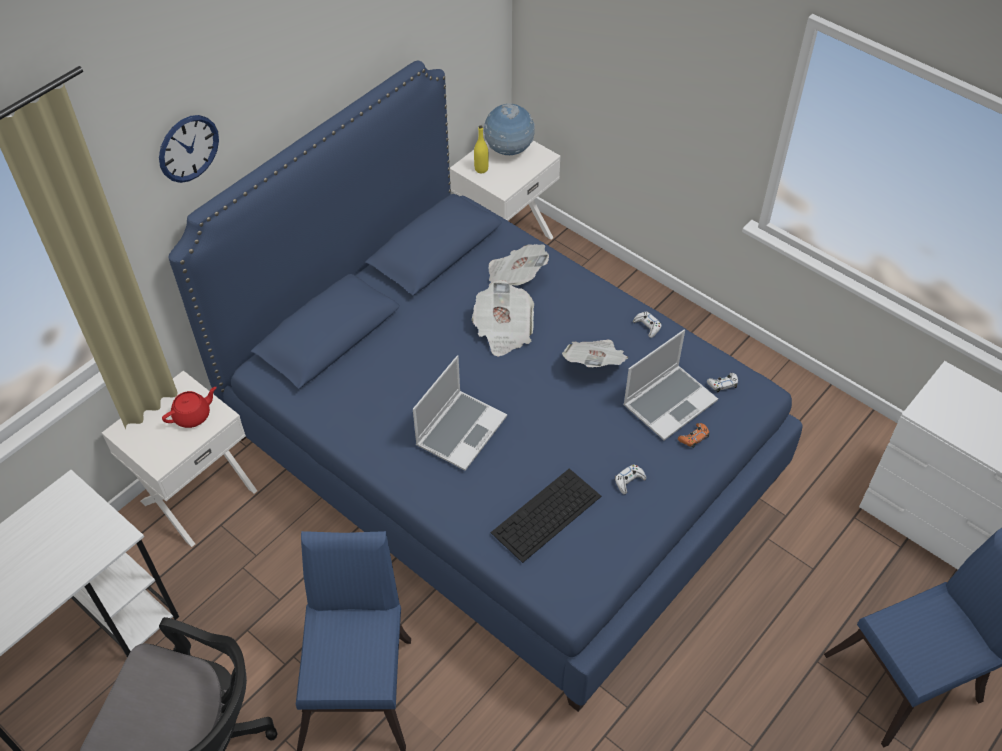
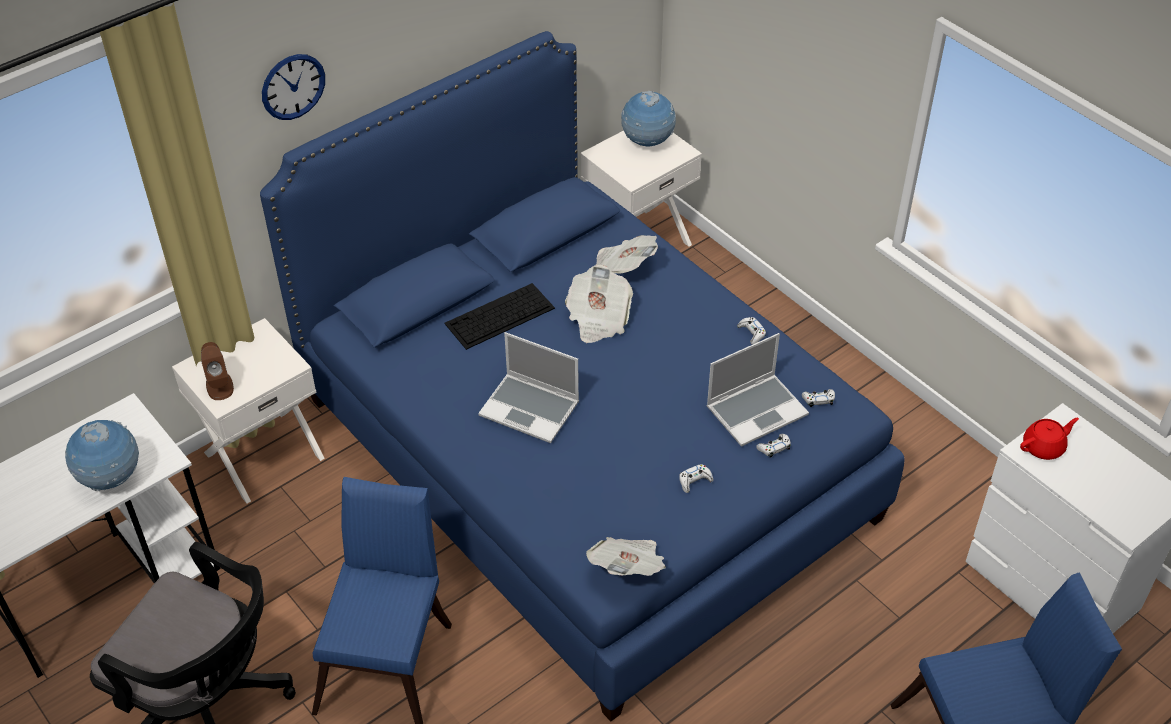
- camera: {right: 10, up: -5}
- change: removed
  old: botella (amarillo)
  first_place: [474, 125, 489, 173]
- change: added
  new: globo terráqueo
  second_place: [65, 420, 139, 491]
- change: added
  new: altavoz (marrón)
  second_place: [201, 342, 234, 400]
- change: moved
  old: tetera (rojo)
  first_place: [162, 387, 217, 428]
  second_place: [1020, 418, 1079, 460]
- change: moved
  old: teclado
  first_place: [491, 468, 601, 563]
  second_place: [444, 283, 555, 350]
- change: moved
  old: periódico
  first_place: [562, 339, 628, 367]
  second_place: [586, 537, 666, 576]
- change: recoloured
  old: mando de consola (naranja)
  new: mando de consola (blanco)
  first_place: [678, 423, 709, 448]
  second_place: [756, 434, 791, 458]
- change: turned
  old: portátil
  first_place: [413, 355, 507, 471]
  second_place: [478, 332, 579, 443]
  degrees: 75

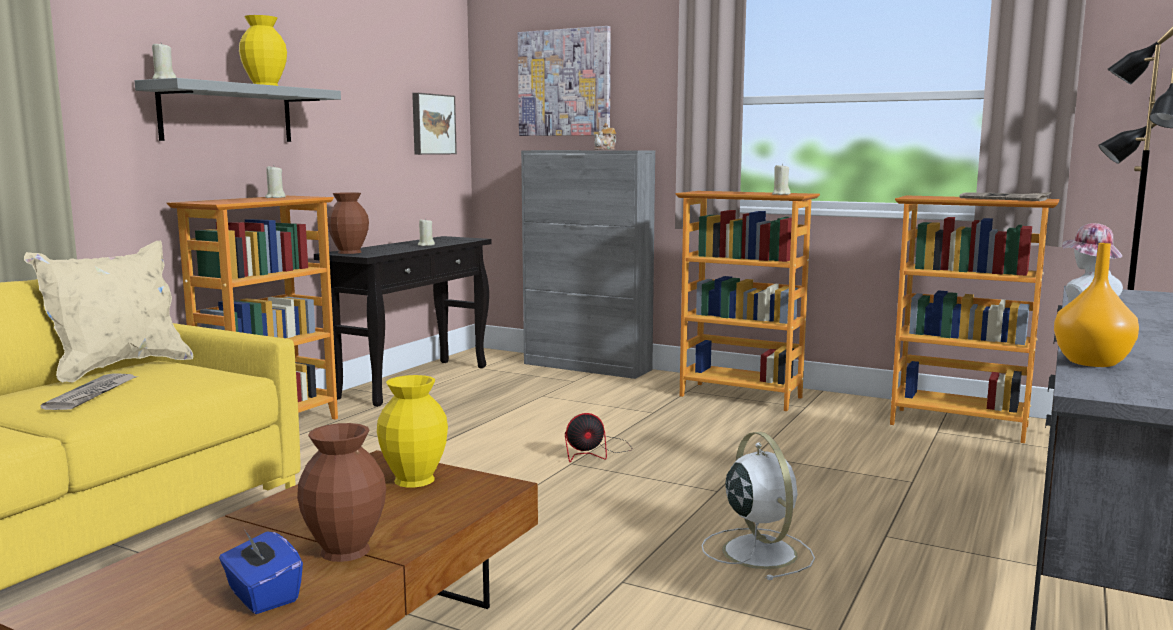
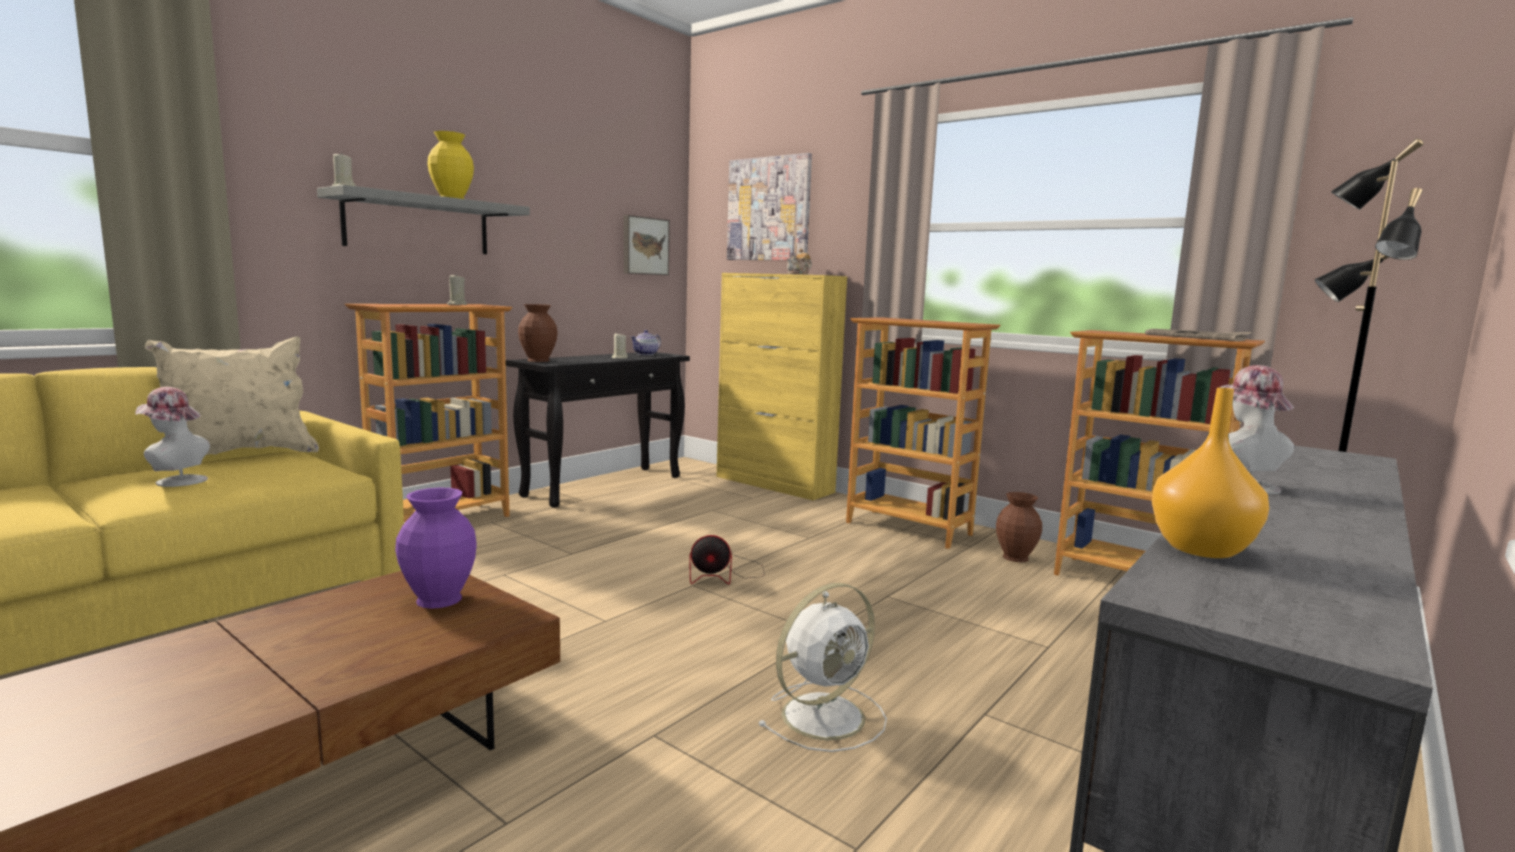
- camera: {right: 10, up: 0}
- change: removed
  old: caja de pañuelos (azul)
  first_place: [219, 531, 303, 614]
- change: removed
  old: vela (beis)
  first_place: [772, 164, 791, 195]
- change: added
  new: tetera
  second_place: [631, 330, 661, 355]
- change: moved
  old: florero (marrón)
  first_place: [297, 423, 386, 562]
  second_place: [996, 492, 1042, 562]
- change: replaced
  old: periódico
  new: sombrero
  first_place: [41, 373, 138, 410]
  second_place: [135, 387, 210, 487]
- change: recoloured
  old: florero (amarillo)
  new: florero (morado)
  first_place: [377, 375, 448, 487]
  second_place: [395, 488, 476, 609]
- change: recoloured
  old: armario (gris)
  new: armario (amarillo)
  first_place: [521, 150, 655, 379]
  second_place: [717, 273, 847, 500]
- change: turned
  old: ventilador (blanco)
  first_place: [702, 432, 815, 580]
  second_place: [758, 583, 887, 752]
  degrees: 60

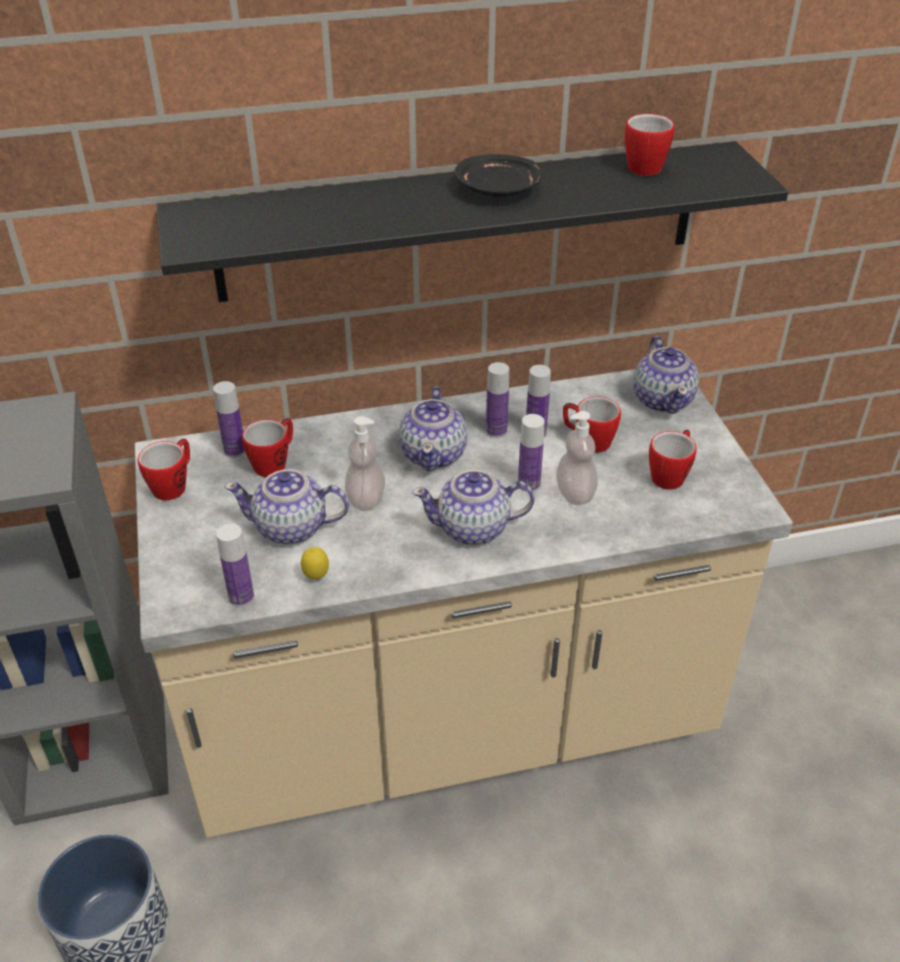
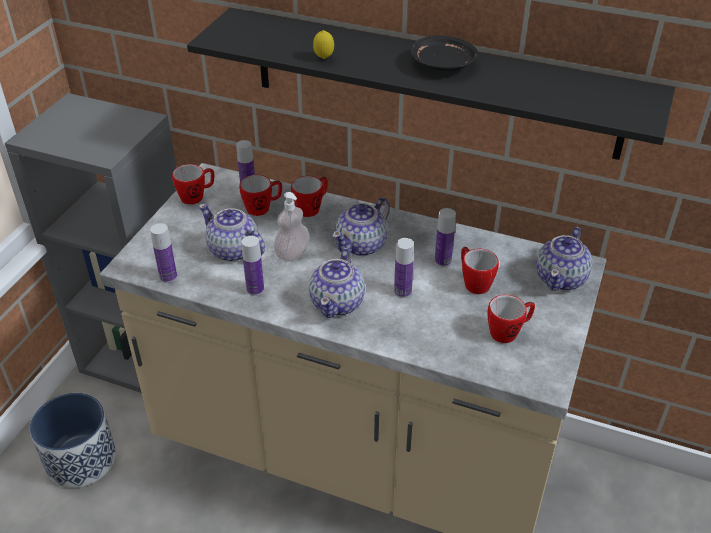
- camera: {right: 35, up: 0}
- change: removed
  old: dispensador de jabón
  first_place: [556, 411, 598, 505]
- change: moved
  old: limón
  first_place: [301, 547, 329, 579]
  second_place: [313, 30, 334, 59]
- change: moved
  old: botella
  first_place: [486, 362, 509, 438]
  second_place: [241, 236, 264, 296]
- change: moved
  old: taza grande
  first_place: [625, 112, 675, 176]
  second_place: [291, 176, 327, 217]
- change: turned
  old: tetera
  first_place: [412, 470, 535, 545]
  second_place: [309, 248, 365, 318]
  degrees: -105

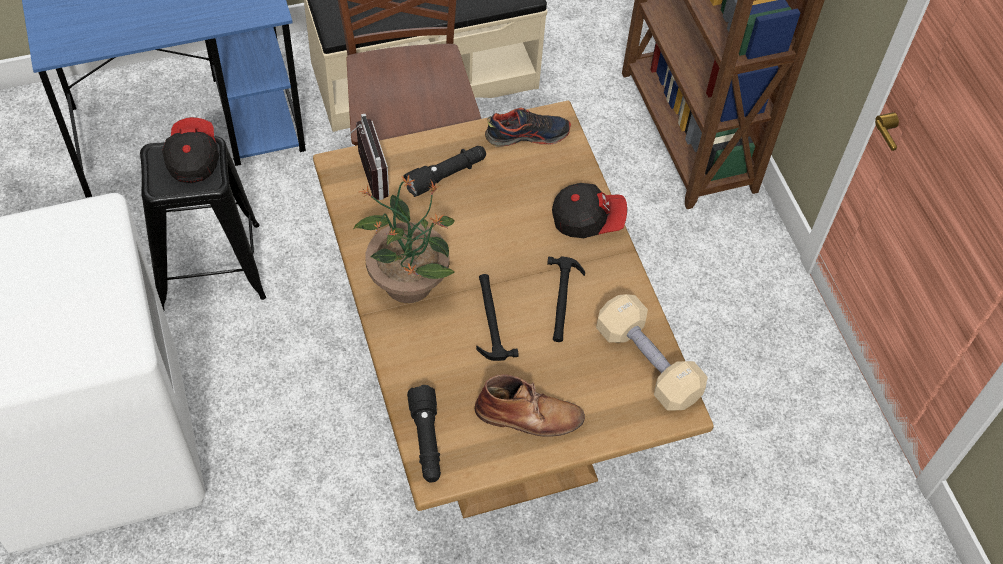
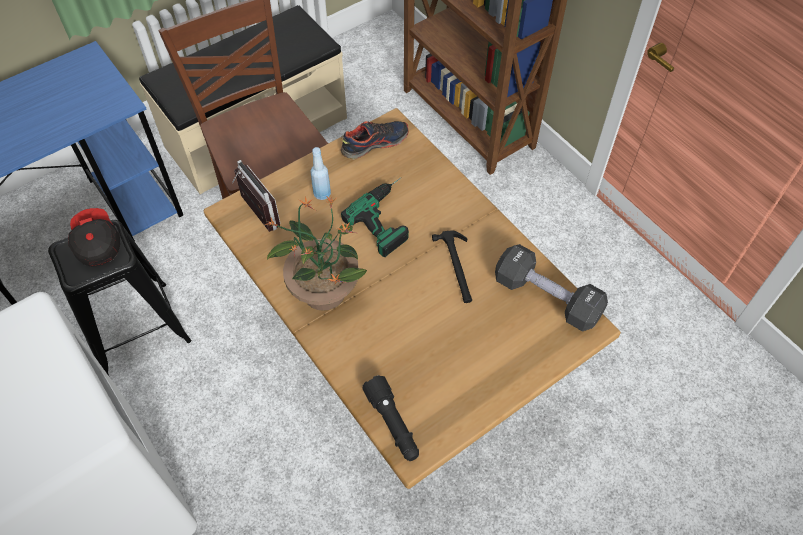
- camera: {right: -15, up: 0}
- change: removed
  old: bota (marrón)
  first_place: [475, 374, 585, 437]
- change: removed
  old: martillo
  first_place: [476, 274, 519, 361]
- change: removed
  old: gorra
  first_place: [552, 183, 627, 238]
- change: added
  new: taladro
  second_place: [341, 178, 409, 257]
- change: replaced
  old: linterna (negro)
  new: botella (azul)
  first_place: [404, 146, 486, 197]
  second_place: [310, 147, 331, 200]
- change: recoloured
  old: mancuerna (beis)
  new: mancuerna (negro)
  first_place: [596, 294, 708, 411]
  second_place: [495, 244, 608, 331]

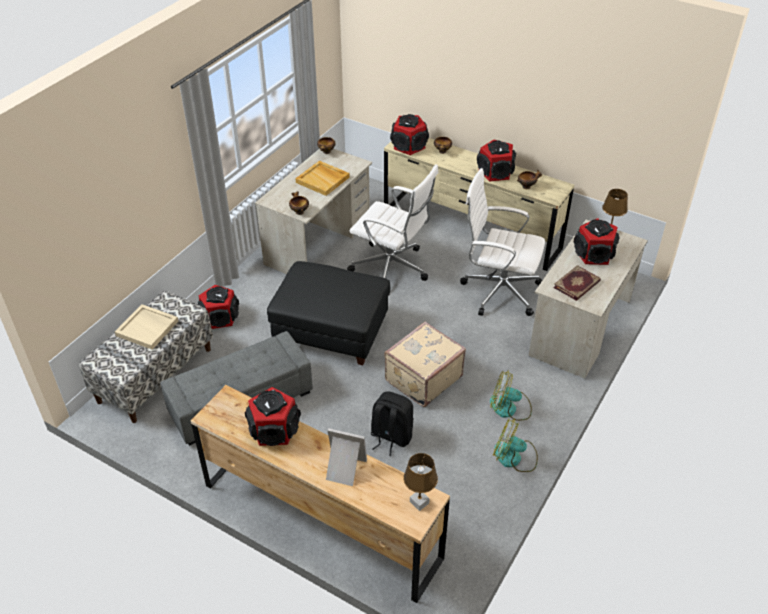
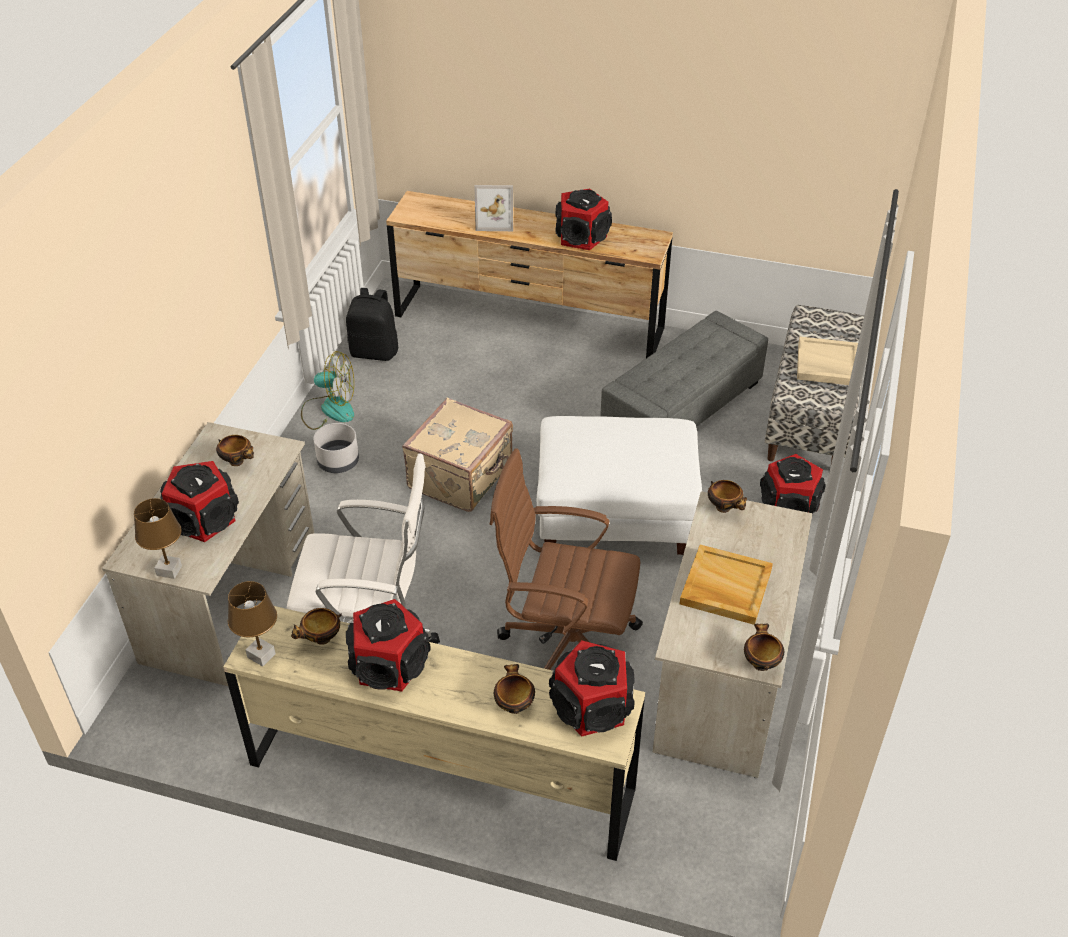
- camera: {right: 165, up: 0}
- change: moved
  old: mochila (negro)
  first_place: [371, 392, 414, 456]
  second_place: [346, 288, 399, 361]
- change: moved
  old: lámpara de mesa (marrón)
  first_place: [403, 453, 438, 511]
  second_place: [228, 581, 277, 667]
- change: replaced
  old: ventilador
  new: maceta (gris)
  first_place: [490, 370, 532, 421]
  second_place: [313, 423, 359, 473]
- change: replaced
  old: libro
  new: cuenco
  first_place: [553, 265, 601, 301]
  second_place: [216, 435, 254, 466]
- change: recoloured
  old: puf (negro)
  new: puf (blanco)
  first_place: [267, 261, 390, 365]
  second_place: [537, 416, 702, 555]
- change: recoloured
  old: silla de oficina (blanco)
  new: silla de oficina (marrón)
  first_place: [347, 164, 438, 281]
  second_place: [490, 448, 643, 670]

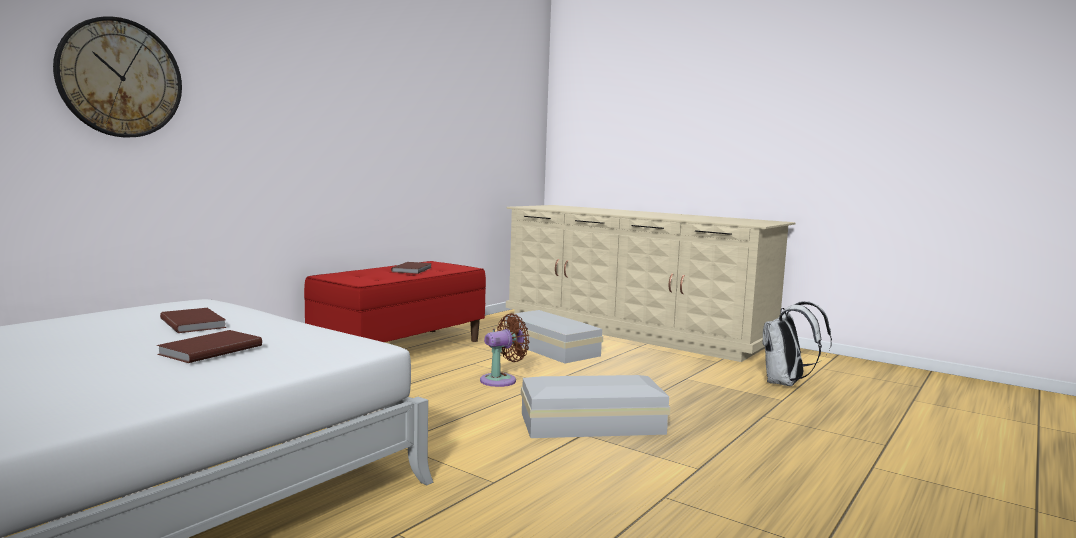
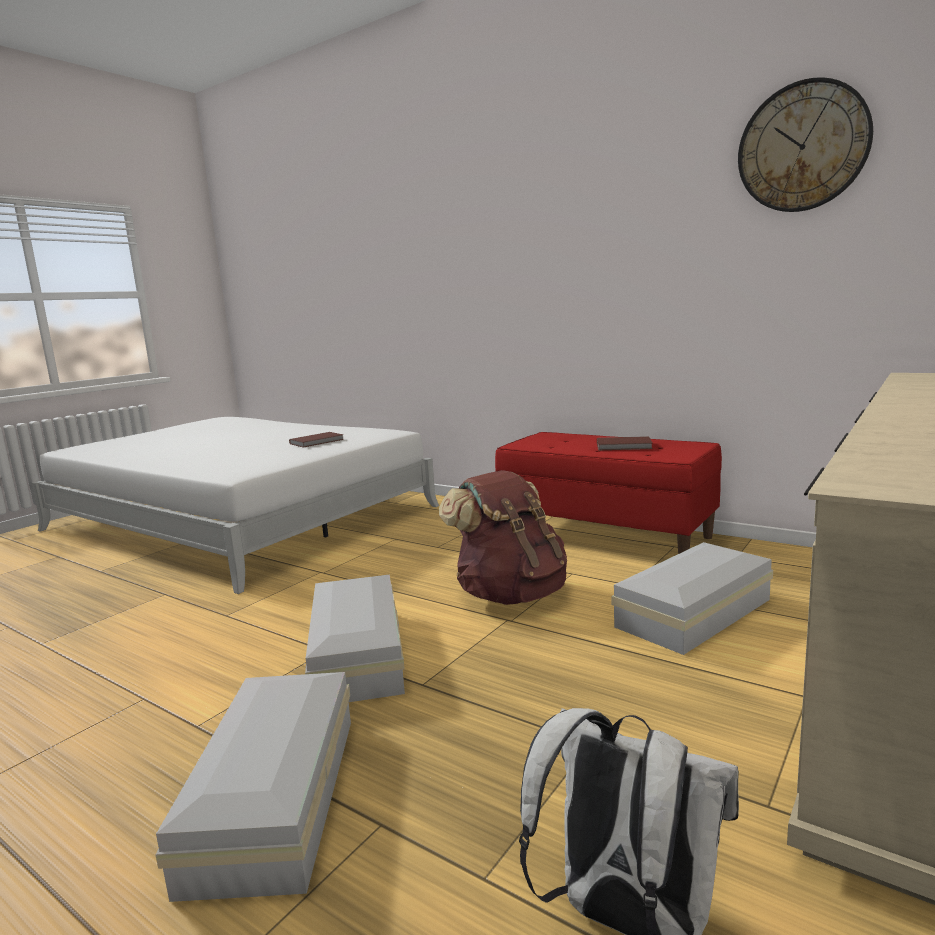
- camera: {right: 90, up: 5}
- change: removed
  old: libro (marrón)
  first_place: [157, 330, 262, 363]
- change: added
  new: caja de almacenaje (blanco)
  second_place: [155, 672, 351, 902]
- change: moved
  old: reloj de pared
  first_place: [53, 16, 182, 137]
  second_place: [738, 77, 873, 212]
- change: replaced
  old: ventilador (marrón)
  new: mochila (marrón)
  first_place: [480, 313, 530, 387]
  second_place: [439, 470, 567, 605]

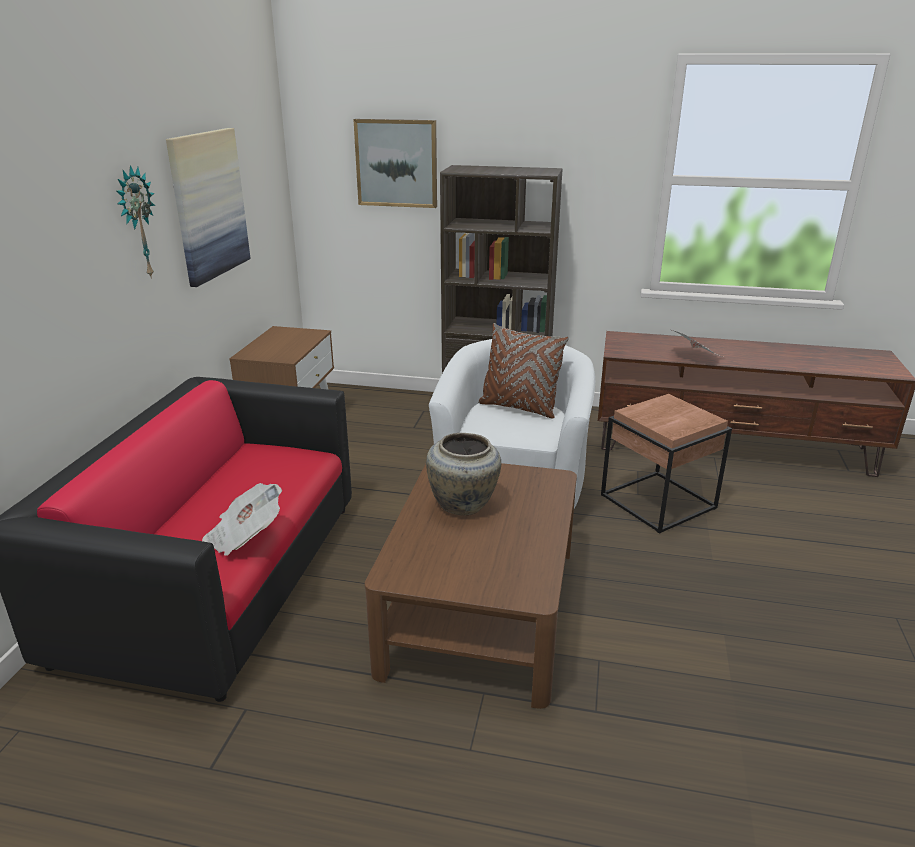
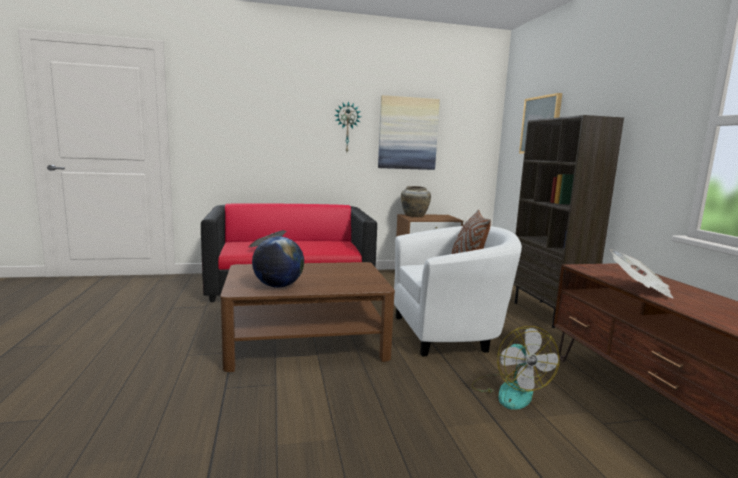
- camera: {right: 65, up: -15}
- change: added
  new: globo terráqueo
  second_place: [252, 236, 304, 288]
- change: moved
  old: florero (beis)
  first_place: [426, 433, 501, 515]
  second_place: [401, 186, 431, 217]
- change: replaced
  old: mesa auxiliar (marrón)
  new: ventilador
  first_place: [601, 394, 732, 534]
  second_place: [471, 326, 560, 410]

